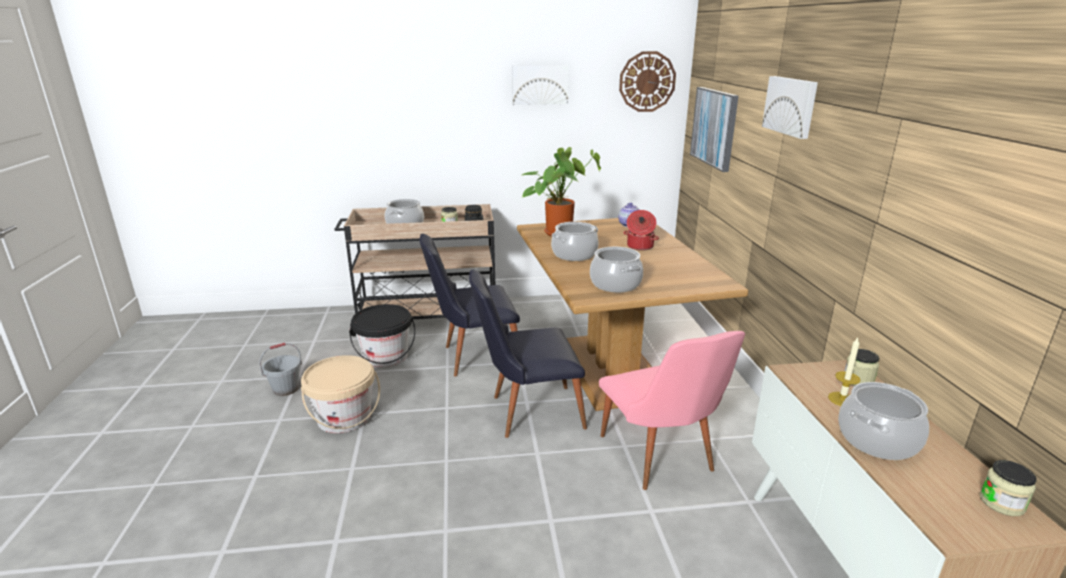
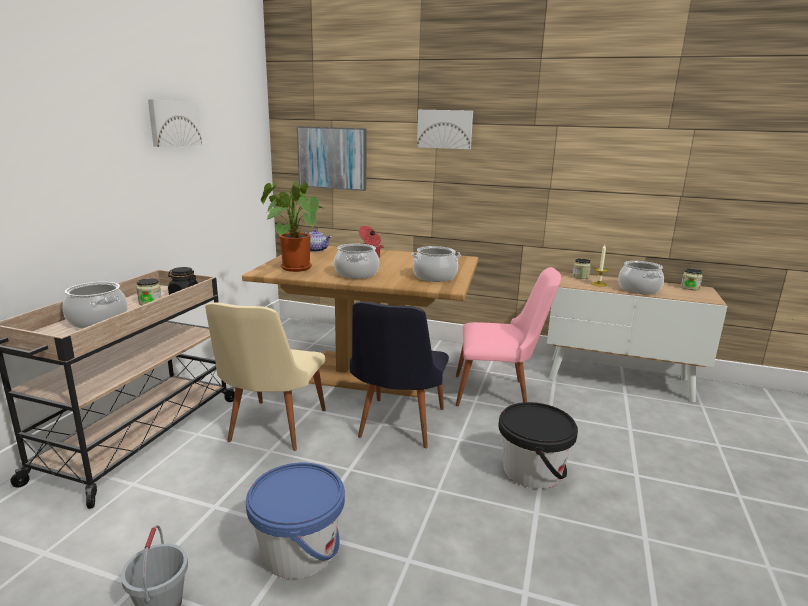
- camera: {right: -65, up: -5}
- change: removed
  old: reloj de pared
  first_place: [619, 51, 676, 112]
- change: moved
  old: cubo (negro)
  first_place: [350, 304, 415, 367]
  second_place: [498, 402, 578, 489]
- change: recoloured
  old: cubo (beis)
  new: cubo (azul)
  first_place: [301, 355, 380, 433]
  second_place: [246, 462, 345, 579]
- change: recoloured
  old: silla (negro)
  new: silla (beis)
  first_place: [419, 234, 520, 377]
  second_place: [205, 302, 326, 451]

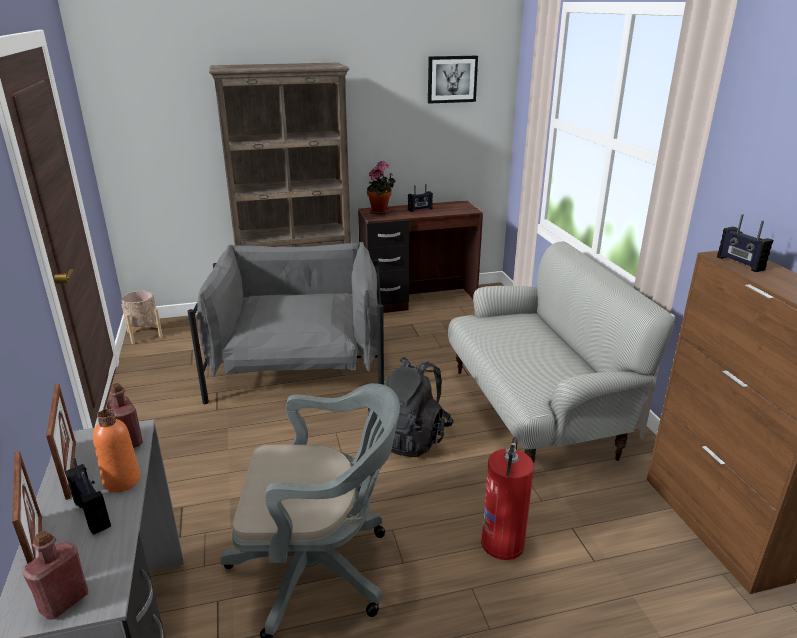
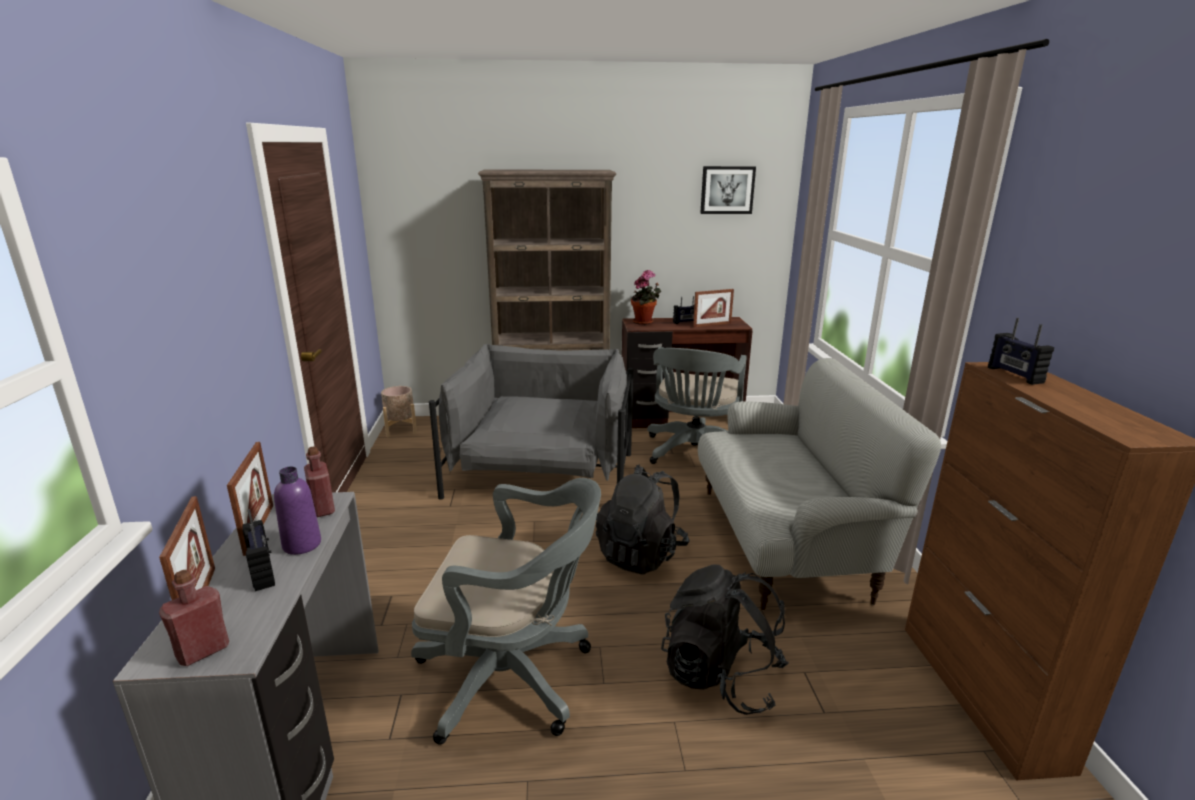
- camera: {right: 10, up: -5}
- change: added
  new: silla de oficina (gris)
  second_place: [647, 347, 747, 464]
- change: added
  new: portarretratos
  second_place: [693, 289, 734, 327]
- change: replaced
  old: extintor
  new: mochila (negro)
  first_place: [481, 437, 534, 560]
  second_place: [661, 564, 789, 715]
- change: recoloured
  old: botella (naranja)
  new: botella (morado)
  first_place: [93, 409, 141, 492]
  second_place: [274, 467, 321, 555]

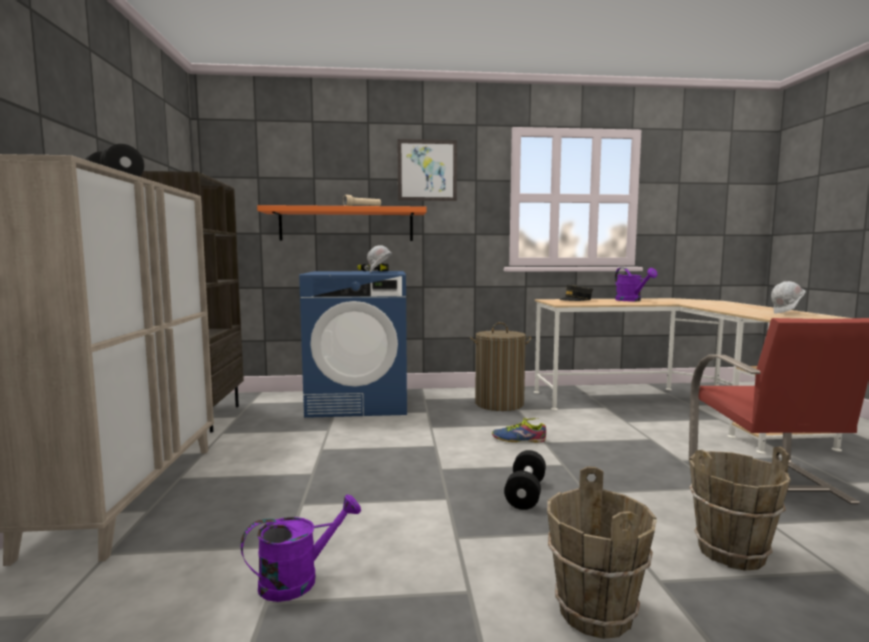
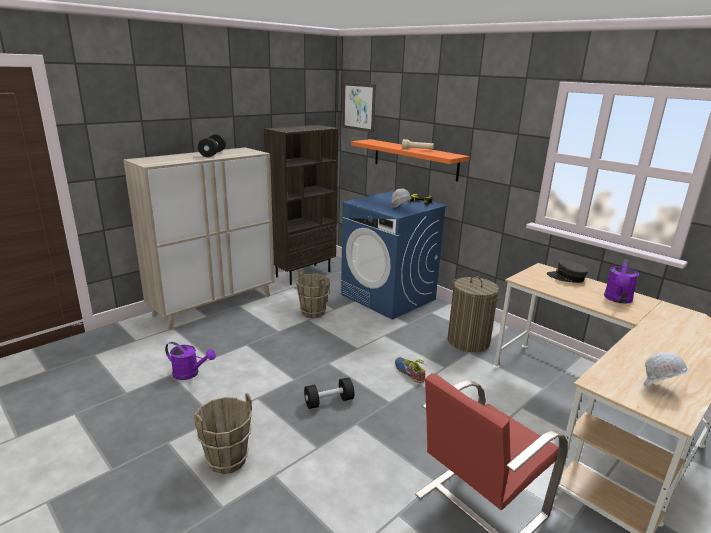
- camera: {right: 50, up: 15}
- change: moved
  old: cuadro
  first_place: [397, 139, 457, 201]
  second_place: [342, 82, 376, 132]
- change: moved
  old: cubo (marrón)
  first_place: [689, 446, 791, 570]
  second_place: [296, 268, 330, 318]

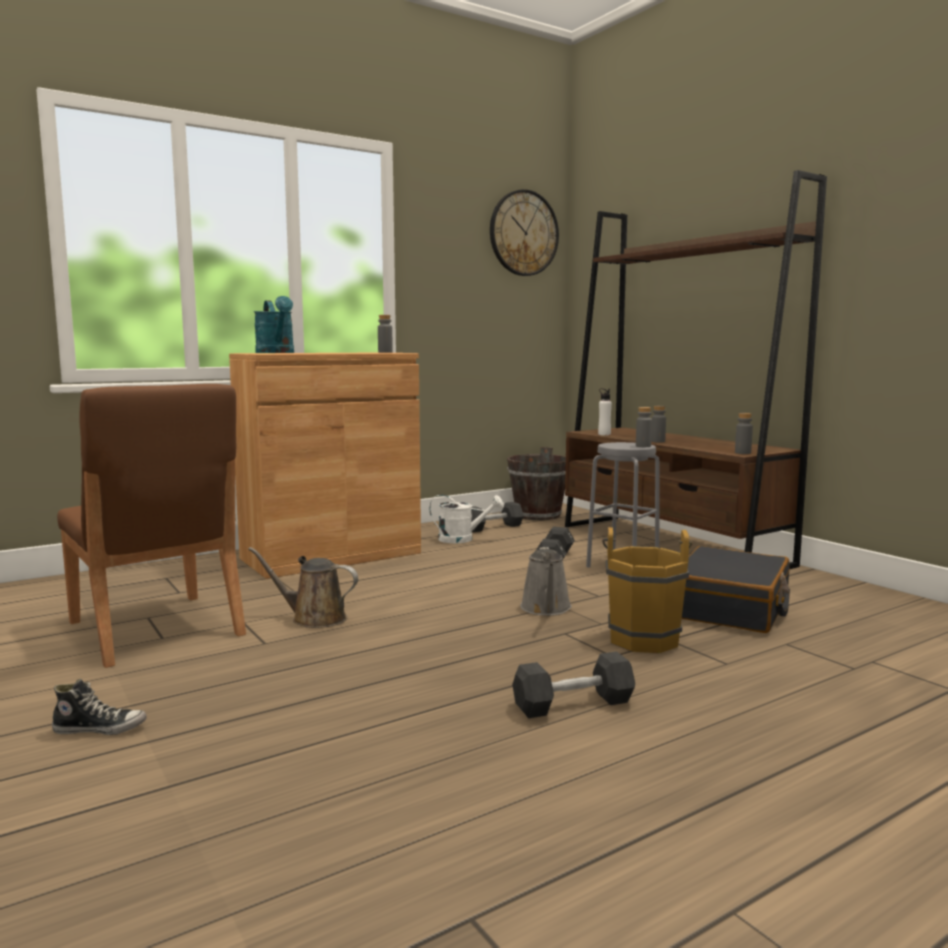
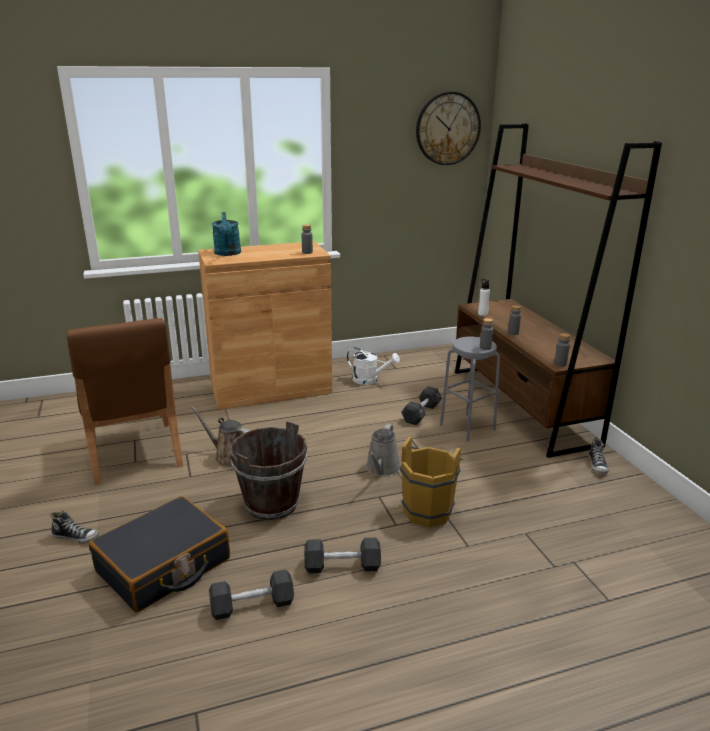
- camera: {right: 15, up: 15}
- change: added
  new: zapato
  second_place: [588, 436, 609, 474]
- change: moved
  old: mancuerna (negro)
  first_place: [471, 502, 524, 532]
  second_place: [209, 569, 294, 620]
- change: moved
  old: cubo (marrón)
  first_place: [507, 447, 566, 520]
  second_place: [230, 421, 307, 520]
- change: moved
  old: maleta (negro)
  first_place: [682, 546, 790, 633]
  second_place: [89, 496, 230, 612]

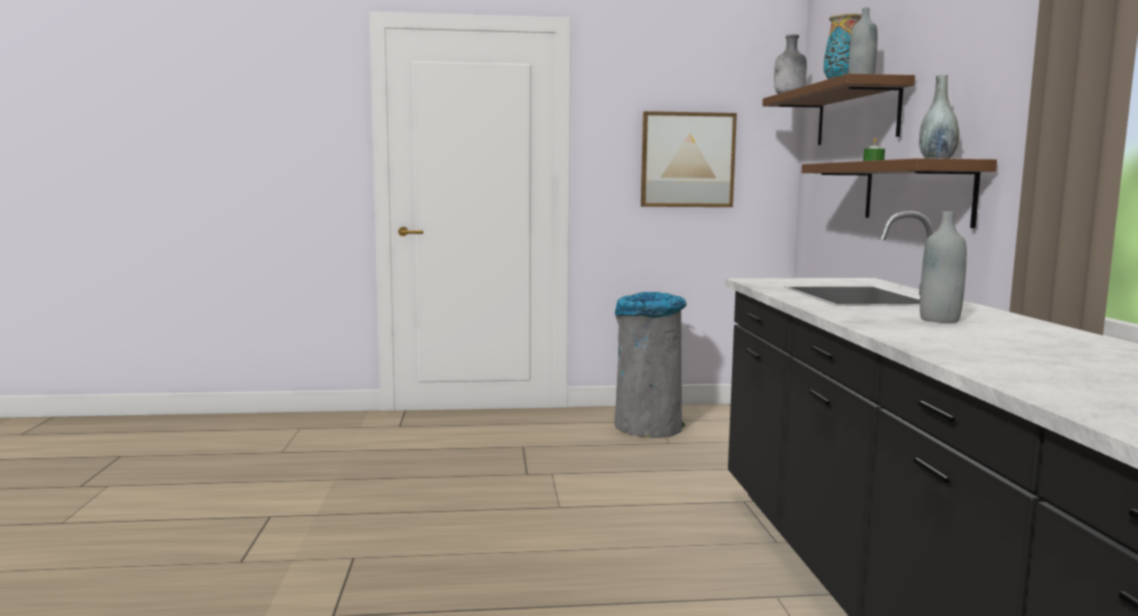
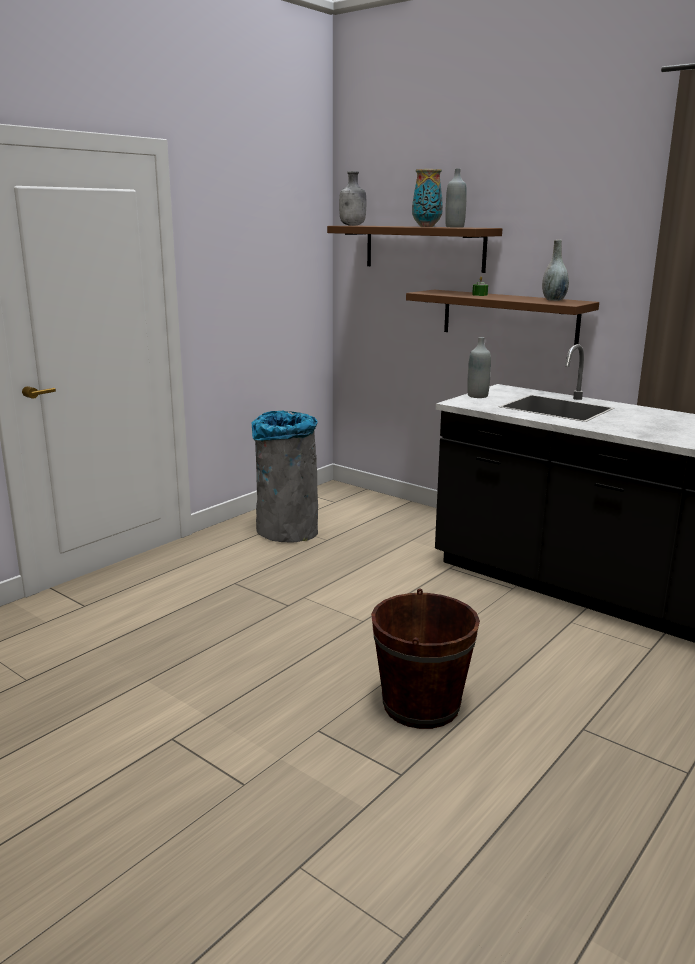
- camera: {right: -45, up: 10}
- change: removed
  old: cuadro
  first_place: [641, 111, 737, 207]
- change: added
  new: cubo (marrón)
  second_place: [371, 588, 480, 729]
- change: moved
  old: botella (gris)
  first_place: [920, 212, 967, 323]
  second_place: [467, 337, 491, 398]

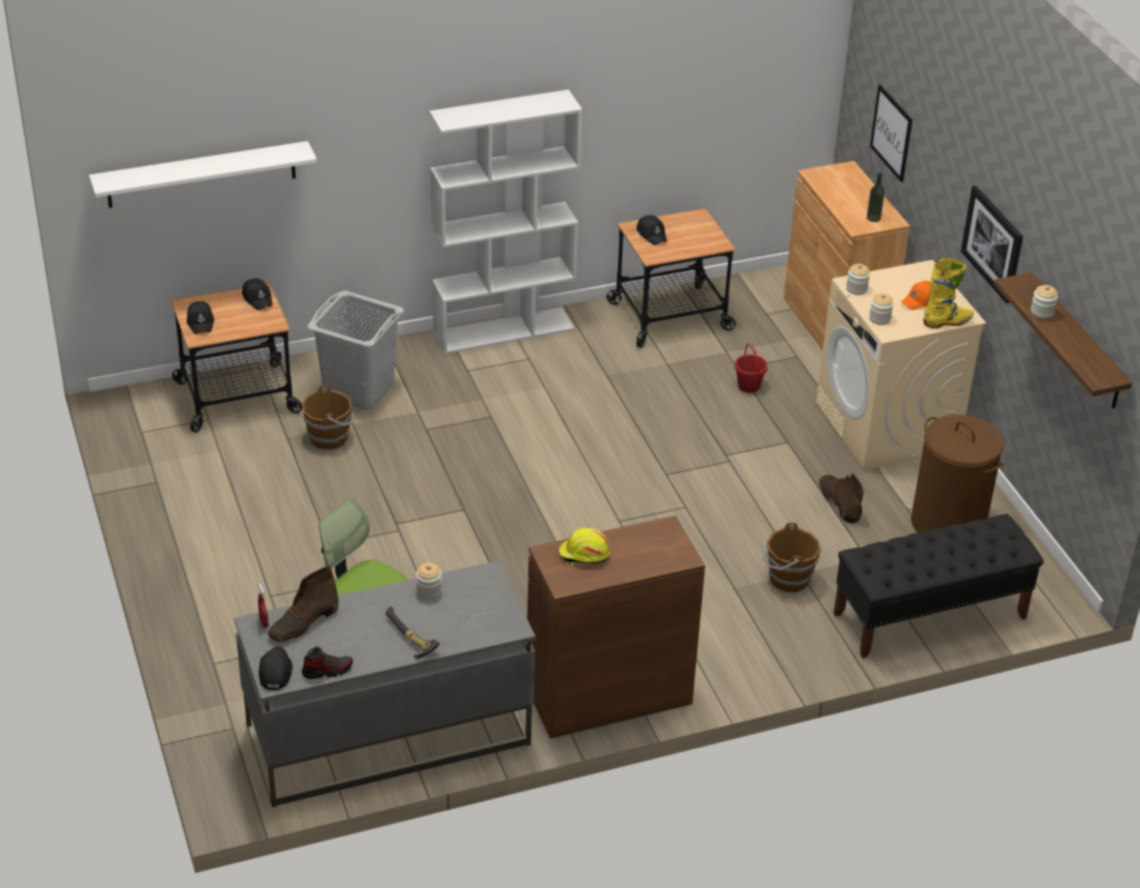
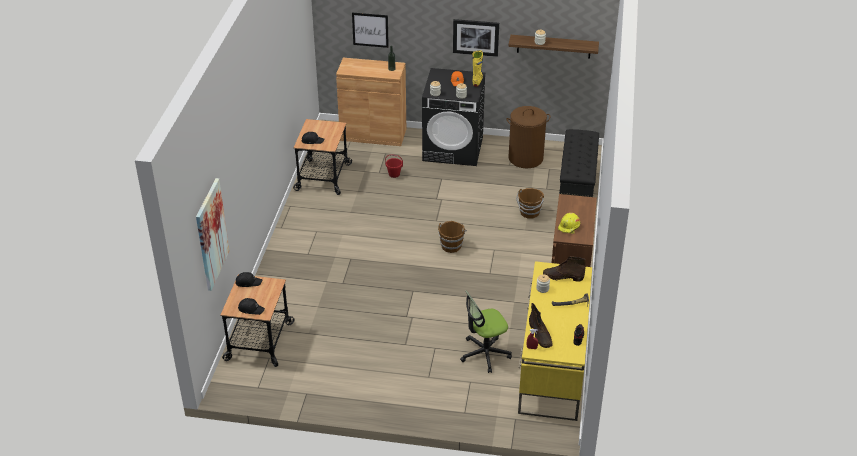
- camera: {right: -60, up: 0}
- change: removed
  old: gorra (negro)
  first_place: [259, 646, 293, 690]
- change: removed
  old: cesto de la ropa (gris)
  first_place: [307, 291, 404, 410]
- change: removed
  old: estantería (blanco)
  first_place: [429, 90, 582, 354]
- change: moved
  old: cubo (marrón)
  first_place: [302, 385, 354, 449]
  second_place: [438, 221, 467, 253]
- change: moved
  old: bota (marrón)
  first_place: [819, 473, 864, 524]
  second_place: [543, 256, 586, 281]
- change: replaced
  old: estante (blanco)
  new: cuadro
  first_place: [89, 141, 317, 208]
  second_place: [196, 178, 229, 291]
- change: recoloured
  old: escritorio (gris)
  new: escritorio (amarillo)
  first_place: [234, 561, 536, 807]
  second_place: [518, 261, 592, 421]
- change: recoloured
  old: lavadora (beis)
  new: lavadora (negro)
  first_place: [816, 260, 986, 470]
  second_place: [422, 68, 485, 166]

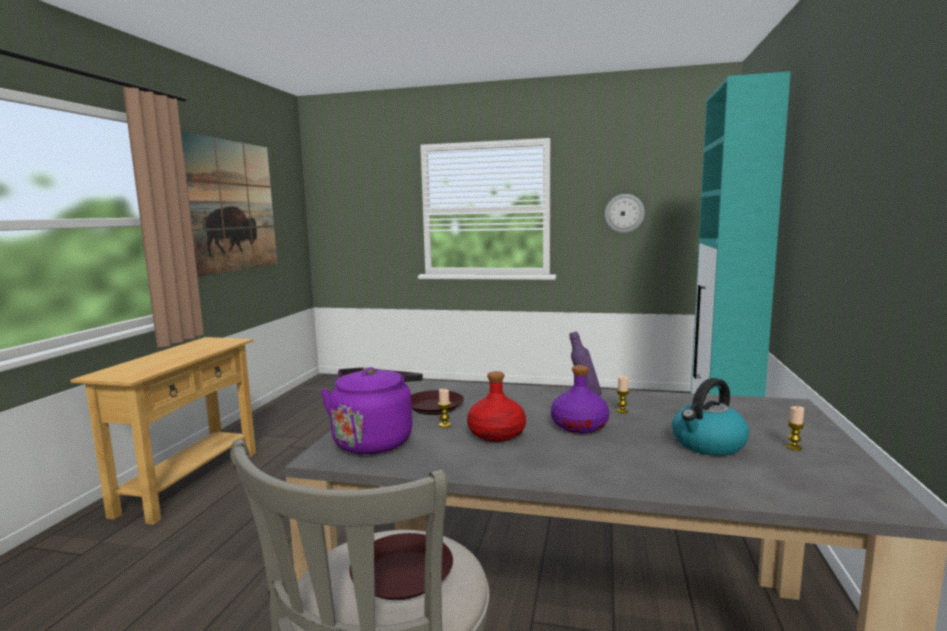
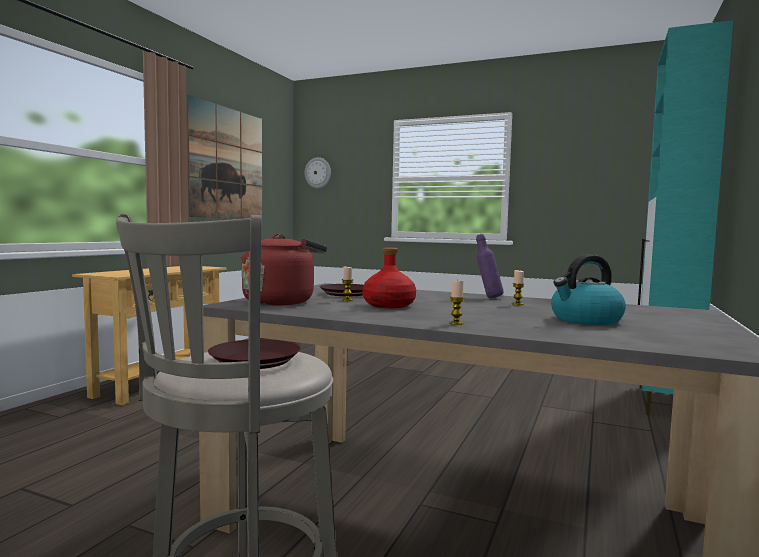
- camera: {right: 10, up: -5}
- change: removed
  old: botella (morado)
  first_place: [551, 365, 609, 434]
- change: moved
  old: reloj de pared
  first_place: [605, 194, 645, 233]
  second_place: [304, 157, 331, 188]
- change: moved
  old: vela
  first_place: [786, 406, 804, 451]
  second_place: [449, 280, 464, 325]
- change: recoloured
  old: hervidor (morado)
  new: hervidor (rojo)
  first_place: [321, 367, 423, 454]
  second_place: [241, 233, 327, 305]

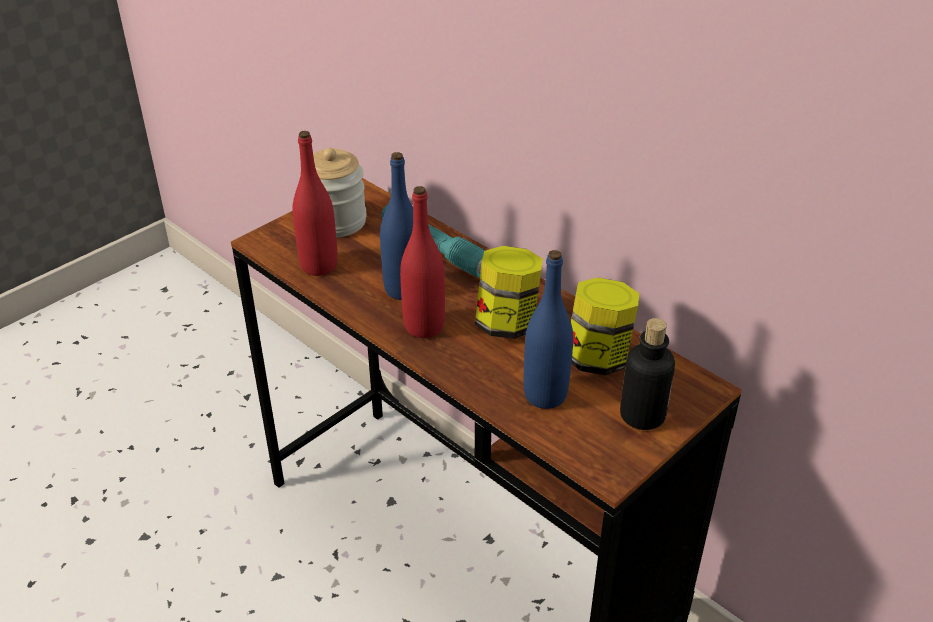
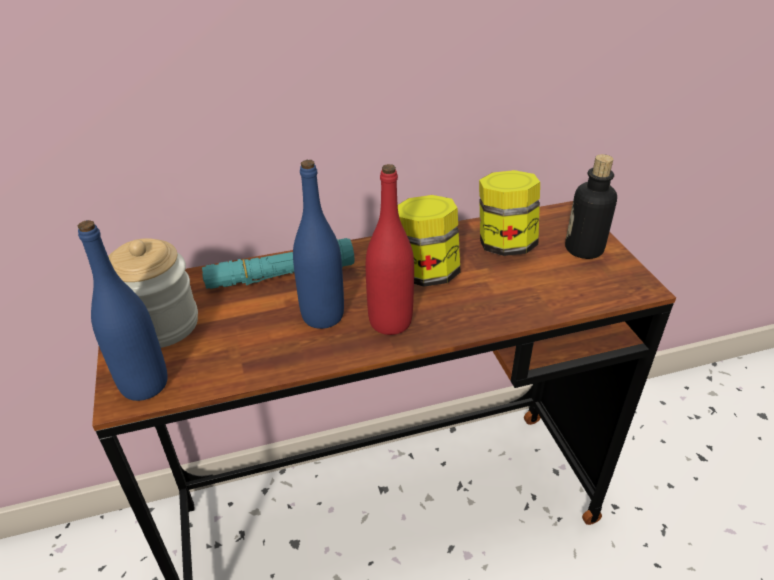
- camera: {right: -60, up: 0}
- change: removed
  old: botella (rojo)
  first_place: [292, 131, 338, 276]
- change: moved
  old: botella (azul)
  first_place: [524, 250, 573, 409]
  second_place: [78, 220, 168, 401]

